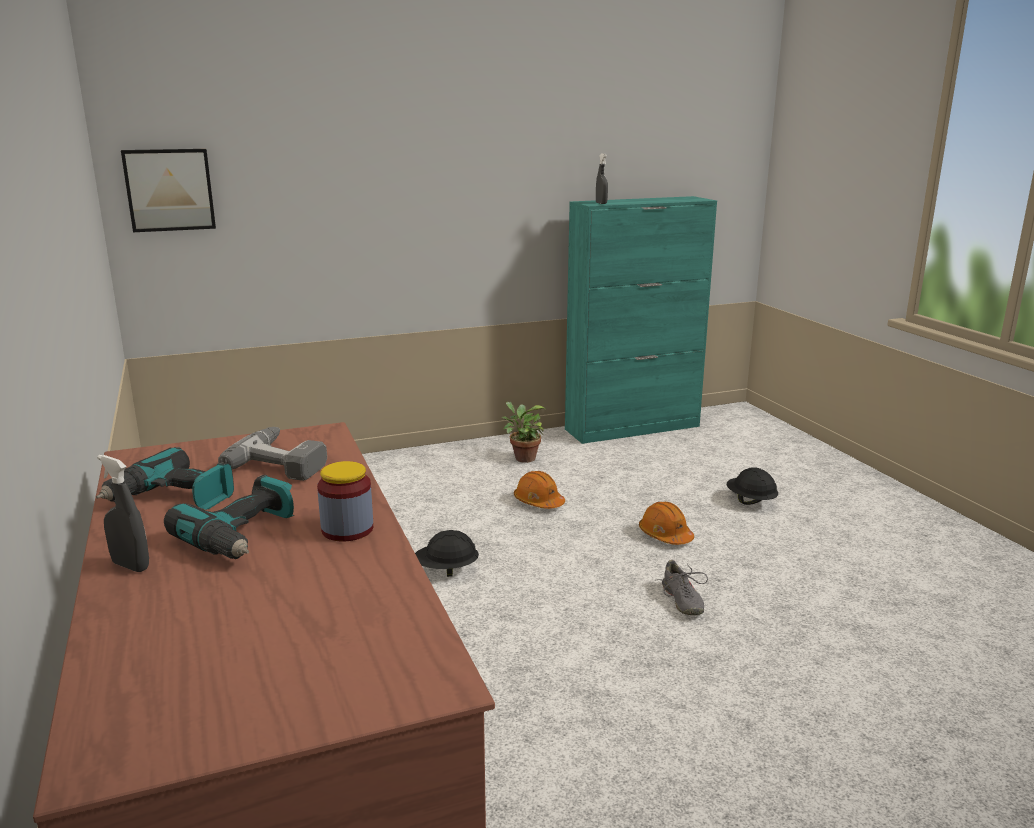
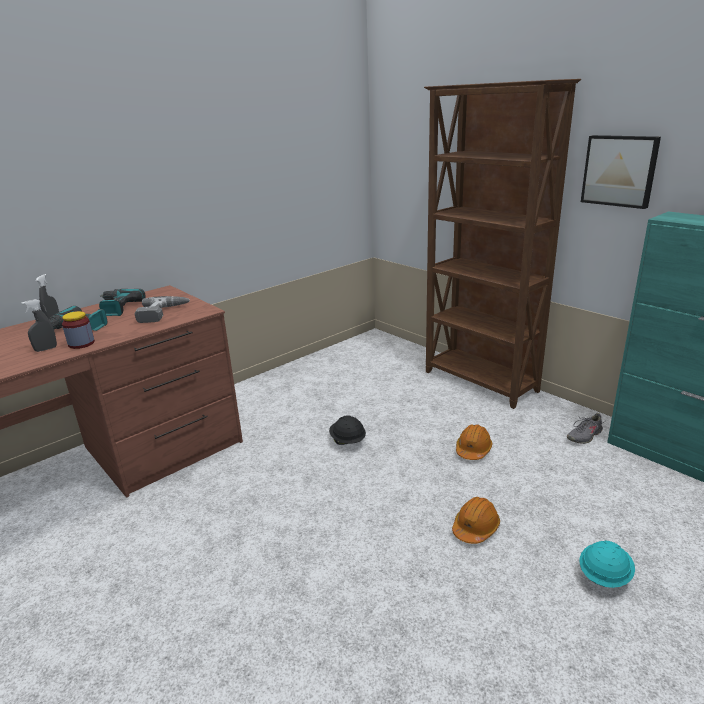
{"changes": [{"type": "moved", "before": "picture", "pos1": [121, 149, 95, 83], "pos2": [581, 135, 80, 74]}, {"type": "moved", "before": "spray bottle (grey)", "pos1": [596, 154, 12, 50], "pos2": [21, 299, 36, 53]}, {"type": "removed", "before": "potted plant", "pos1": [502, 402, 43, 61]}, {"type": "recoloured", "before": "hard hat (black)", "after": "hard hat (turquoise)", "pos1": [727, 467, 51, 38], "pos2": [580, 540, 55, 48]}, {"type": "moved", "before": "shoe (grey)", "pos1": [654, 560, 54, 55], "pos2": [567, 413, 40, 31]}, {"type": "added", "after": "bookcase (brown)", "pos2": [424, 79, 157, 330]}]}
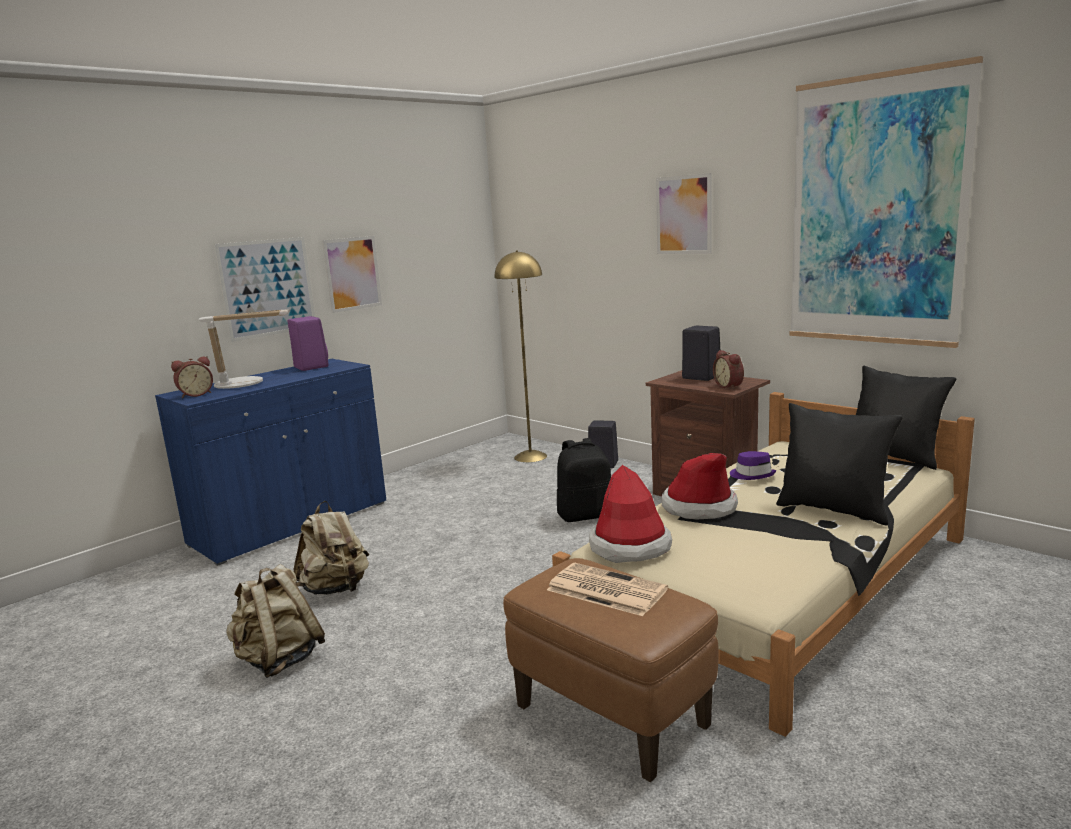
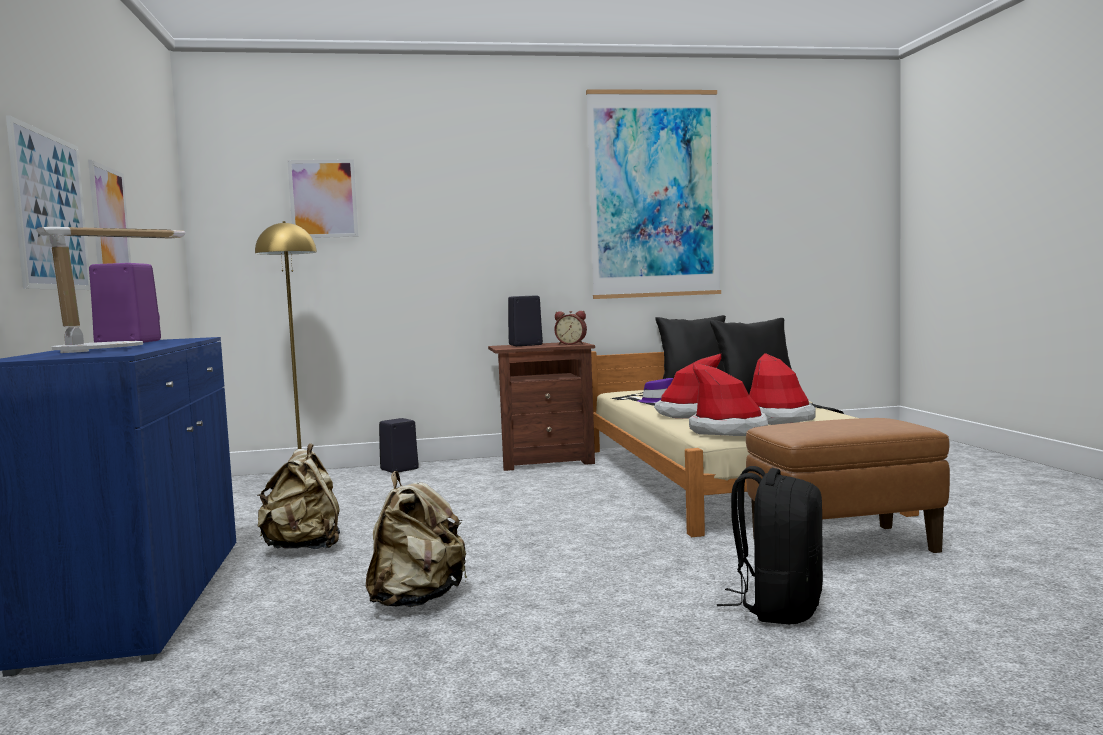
{"changes": [{"type": "moved", "before": "picture", "pos1": [656, 173, 56, 81], "pos2": [287, 159, 71, 79]}, {"type": "removed", "before": "alarm clock", "pos1": [171, 356, 42, 42]}, {"type": "moved", "before": "backpack (black)", "pos1": [557, 438, 54, 84], "pos2": [717, 466, 106, 159]}, {"type": "removed", "before": "newspaper", "pos1": [547, 563, 121, 53]}, {"type": "moved", "before": "backpack (beige)", "pos1": [226, 564, 99, 114], "pos2": [257, 443, 83, 106]}, {"type": "added", "after": "hat", "pos2": [749, 353, 66, 72]}]}
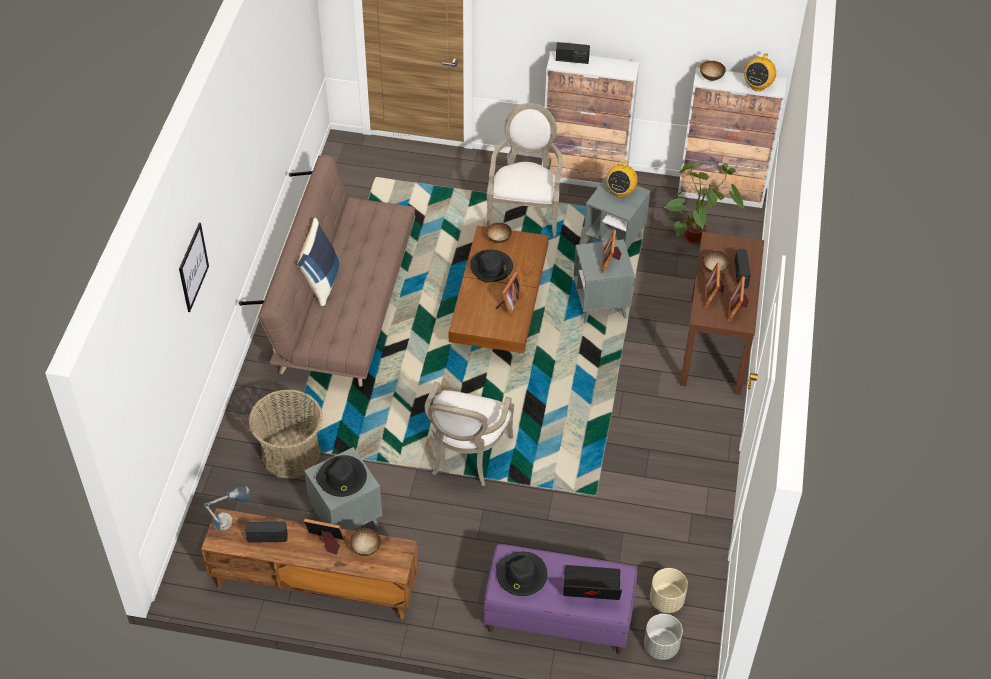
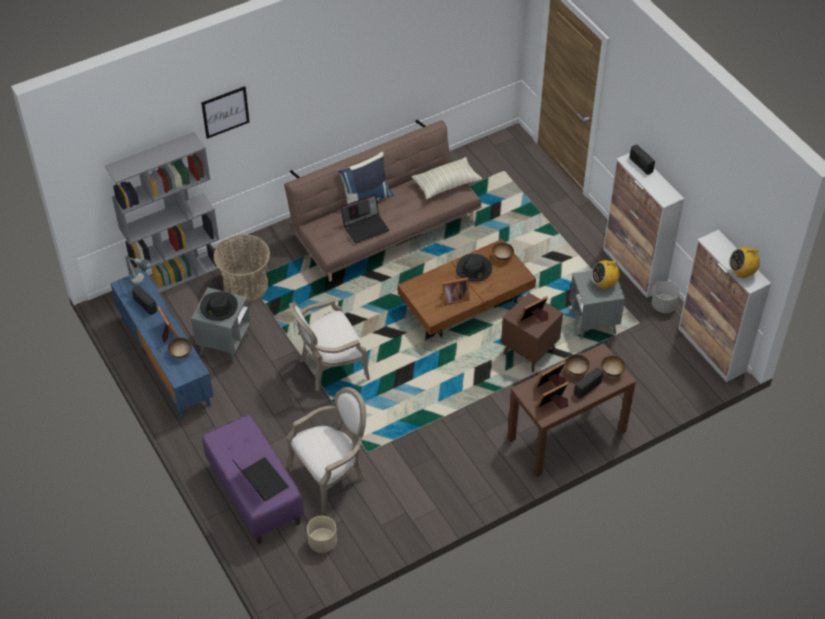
{"changes": [{"type": "moved", "before": "bowl", "pos1": [700, 61, 26, 20], "pos2": [601, 356, 25, 21]}, {"type": "moved", "before": "armchair", "pos1": [487, 103, 76, 135], "pos2": [287, 387, 79, 127]}, {"type": "removed", "before": "potted plant", "pos1": [664, 161, 81, 83]}, {"type": "recoloured", "before": "side table (grey)", "after": "side table (brown)", "pos1": [573, 239, 62, 84], "pos2": [501, 292, 62, 80]}, {"type": "recoloured", "before": "tv stand (brown)", "after": "tv stand (blue)", "pos1": [201, 508, 217, 112], "pos2": [111, 270, 102, 149]}, {"type": "removed", "before": "hat (black)", "pos1": [496, 552, 51, 44]}, {"type": "moved", "before": "planter (grey)", "pos1": [644, 614, 39, 46], "pos2": [652, 281, 28, 32]}, {"type": "added", "after": "bookcase (grey)", "pos2": [105, 132, 114, 161]}, {"type": "added", "after": "pillow", "pos2": [412, 157, 70, 42]}, {"type": "added", "after": "laptop", "pos2": [341, 194, 48, 49]}]}
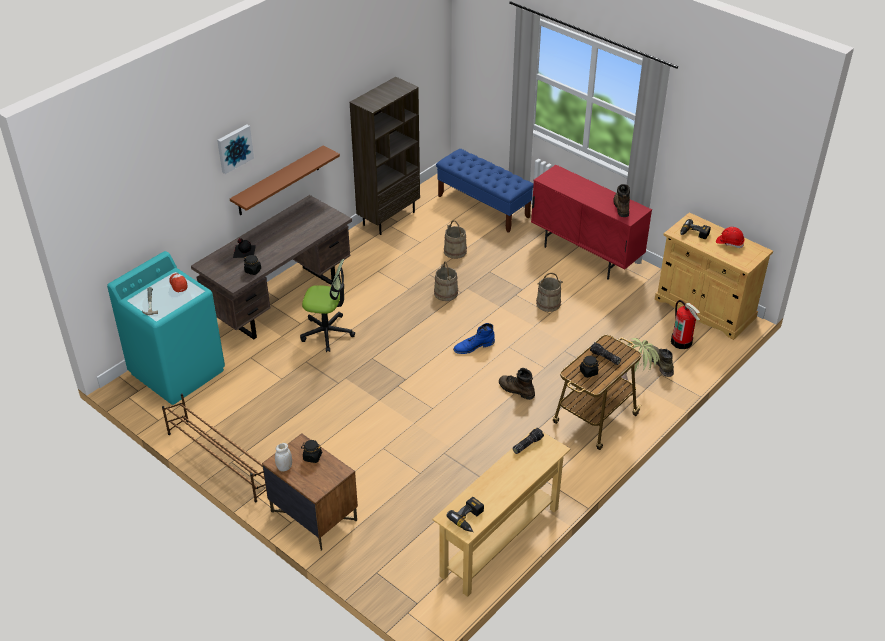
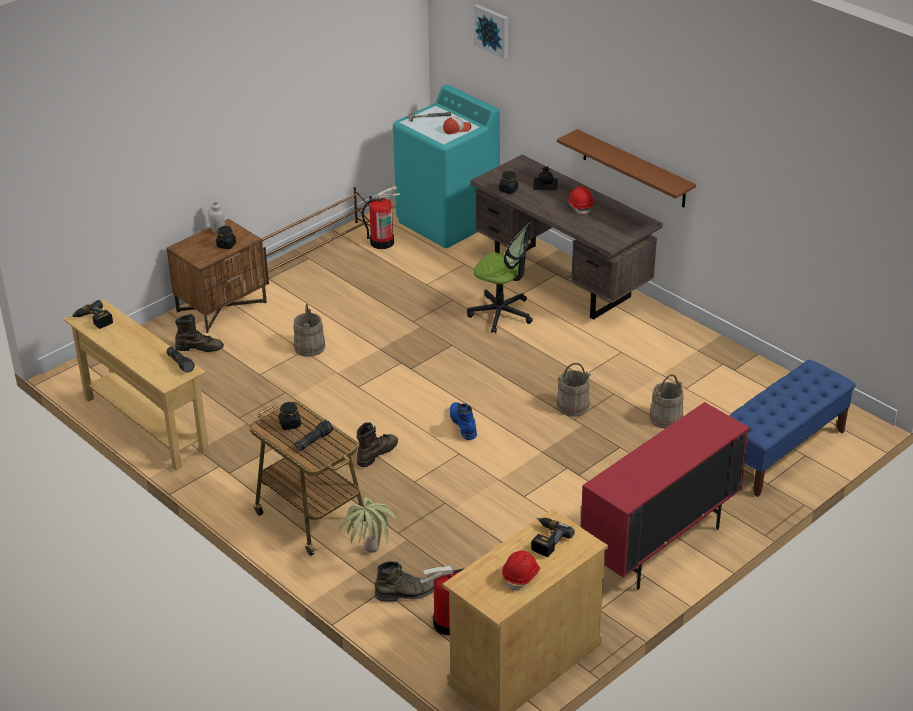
{"changes": [{"type": "removed", "before": "bookcase (brown)", "pos1": [350, 77, 70, 158]}, {"type": "moved", "before": "picture", "pos1": [217, 124, 37, 50], "pos2": [474, 4, 34, 55]}, {"type": "moved", "before": "boot (brown)", "pos1": [613, 184, 17, 33], "pos2": [175, 314, 49, 38]}, {"type": "turned", "before": "office chair", "pos1": [300, 259, 55, 93], "pos2": [467, 222, 66, 111], "turn": -75}, {"type": "moved", "before": "bucket (beige)", "pos1": [536, 273, 27, 39], "pos2": [294, 304, 31, 53]}, {"type": "added", "after": "fire extinguisher", "pos2": [362, 186, 39, 63]}, {"type": "added", "after": "hard hat (red)", "pos2": [567, 186, 27, 29]}]}
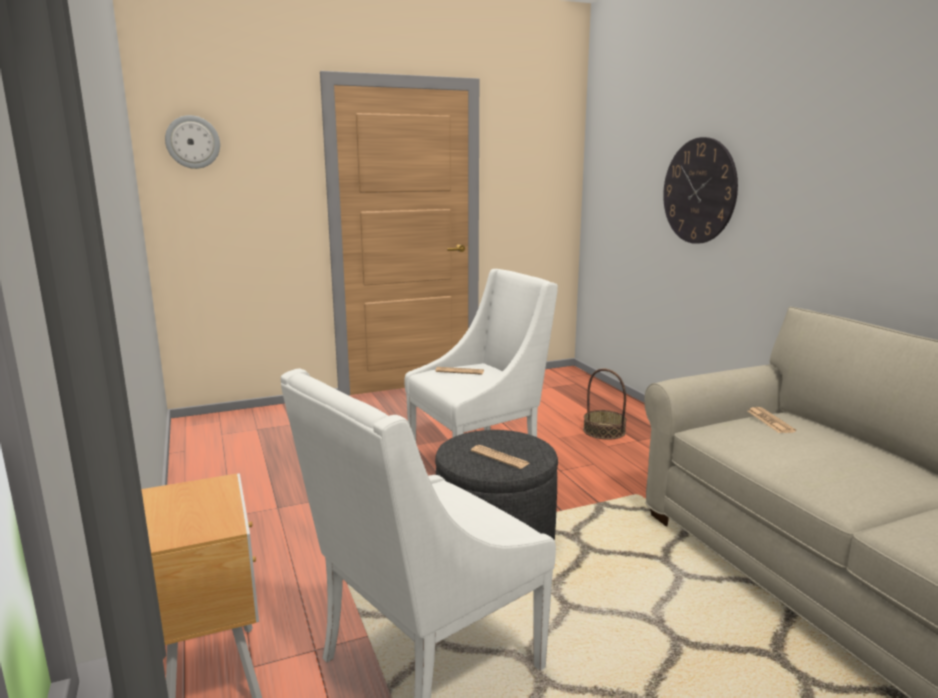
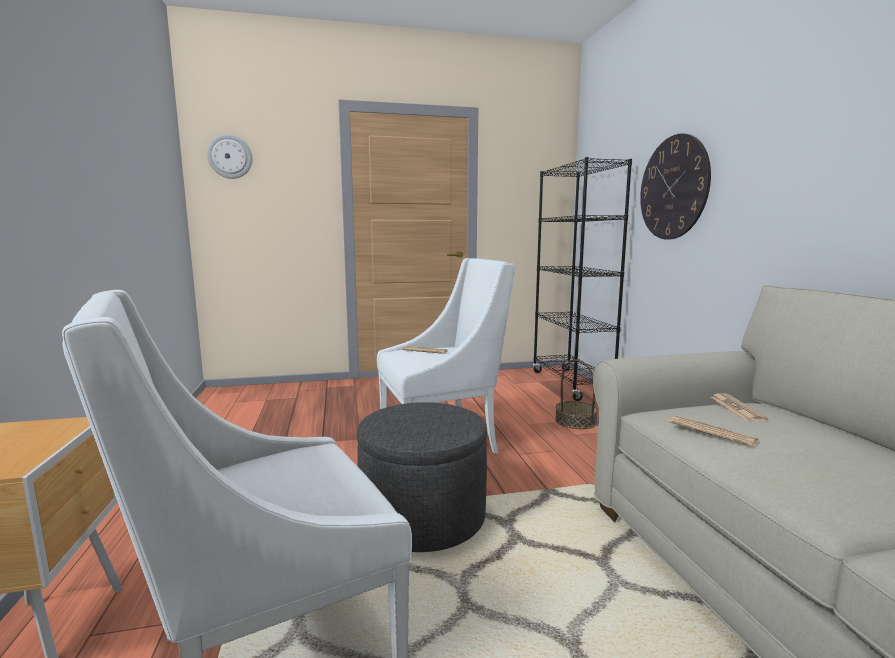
{"changes": [{"type": "moved", "before": "newspaper", "pos1": [471, 445, 59, 24], "pos2": [669, 415, 89, 32]}, {"type": "added", "after": "bookcase (black)", "pos2": [532, 157, 100, 244]}]}
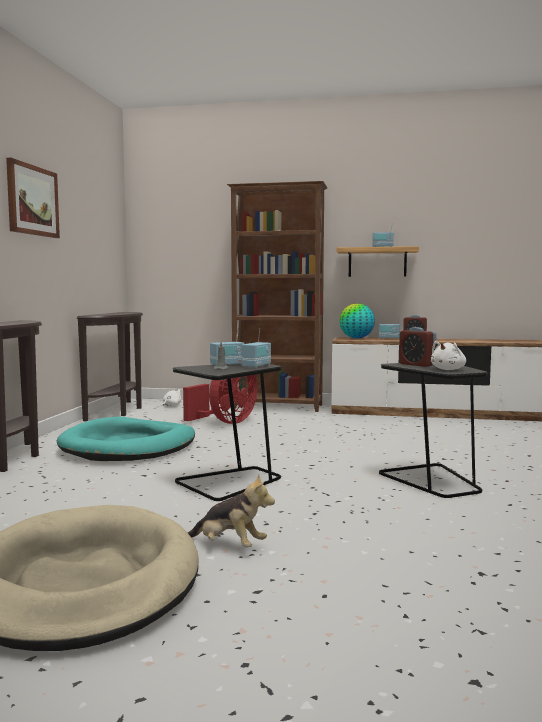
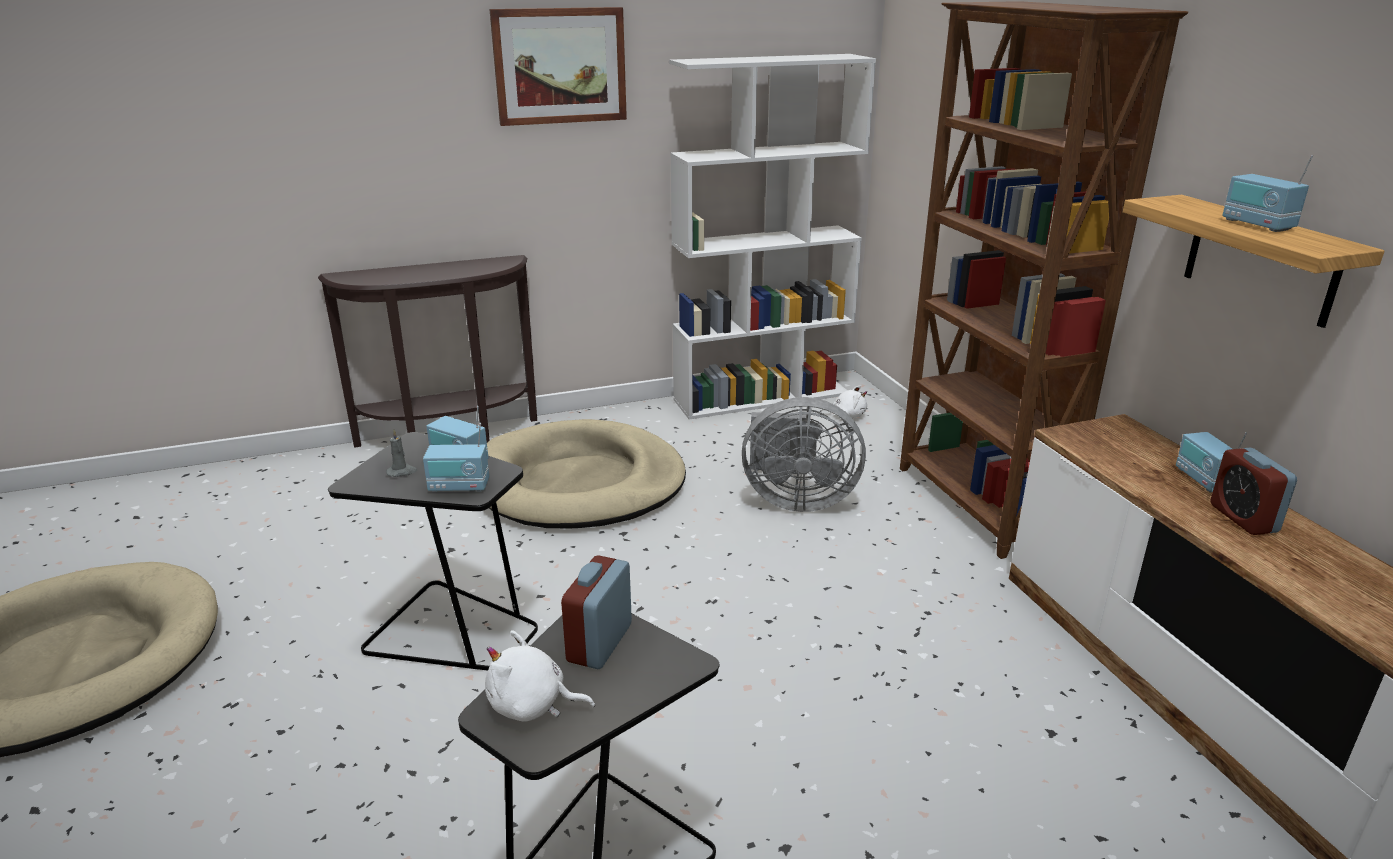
{"changes": [{"type": "removed", "before": "globe", "pos1": [340, 303, 35, 35]}, {"type": "replaced", "before": "console table (brown)", "after": "bookcase (white)", "pos1": [77, 312, 66, 109], "pos2": [669, 54, 207, 366]}, {"type": "recoloured", "before": "fan (red)", "after": "fan (grey)", "pos1": [183, 375, 74, 49], "pos2": [742, 397, 124, 115]}, {"type": "recoloured", "before": "dog bed (turquoise)", "after": "dog bed (beige)", "pos1": [57, 416, 138, 45], "pos2": [487, 419, 199, 110]}, {"type": "removed", "before": "plush toy", "pos1": [188, 475, 87, 72]}]}
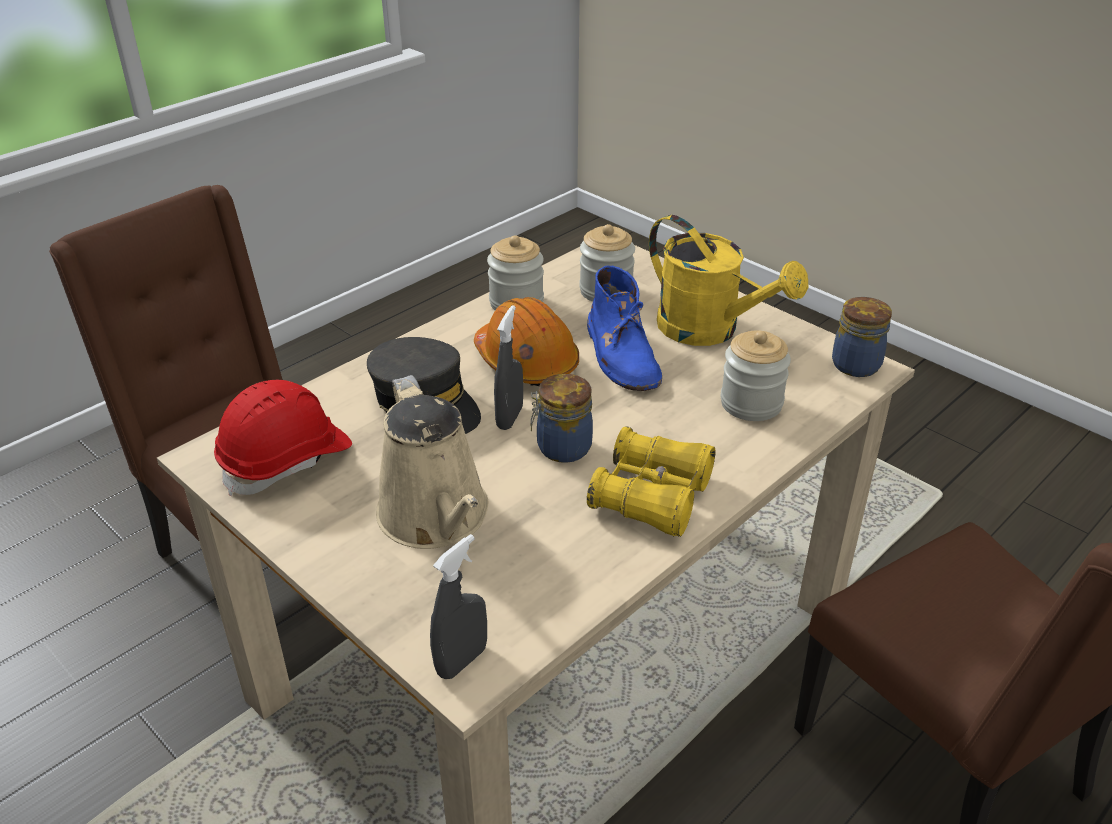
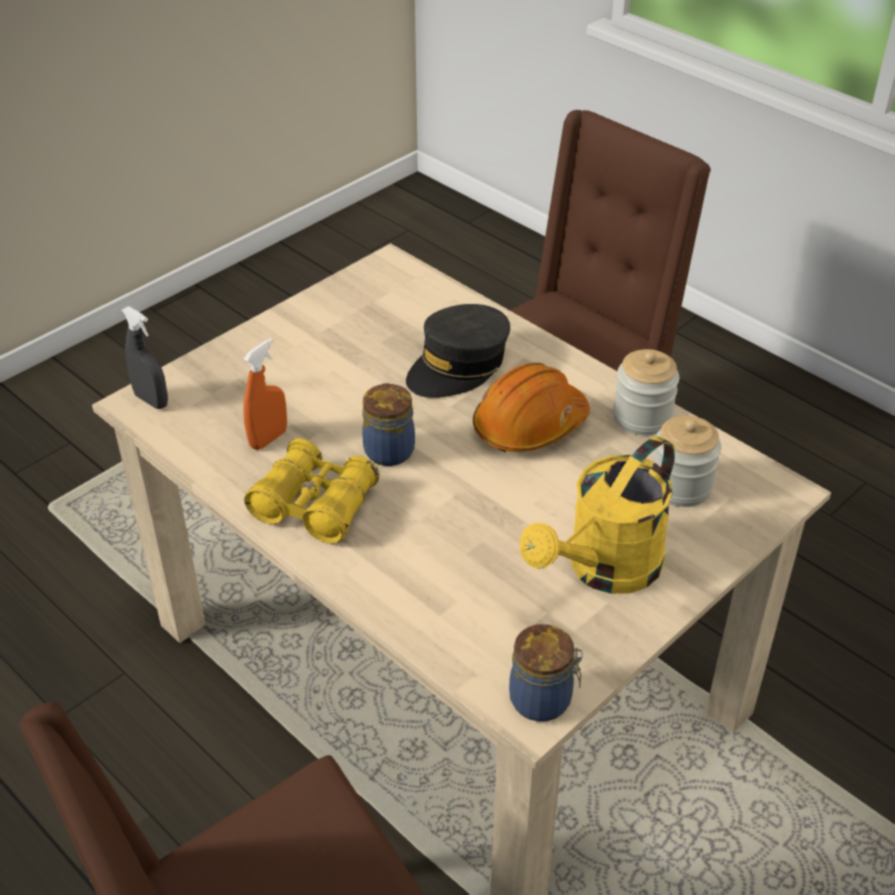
{"changes": [{"type": "removed", "before": "boot (blue)", "pos1": [587, 266, 75, 125]}, {"type": "removed", "before": "spray bottle (grey)", "pos1": [494, 305, 29, 125]}, {"type": "removed", "before": "jar", "pos1": [721, 330, 70, 91]}, {"type": "removed", "before": "watering can (beige)", "pos1": [376, 375, 112, 174]}, {"type": "removed", "before": "hard hat (red)", "pos1": [214, 380, 138, 116]}, {"type": "added", "after": "spray bottle (orange)", "pos2": [243, 338, 44, 112]}]}
